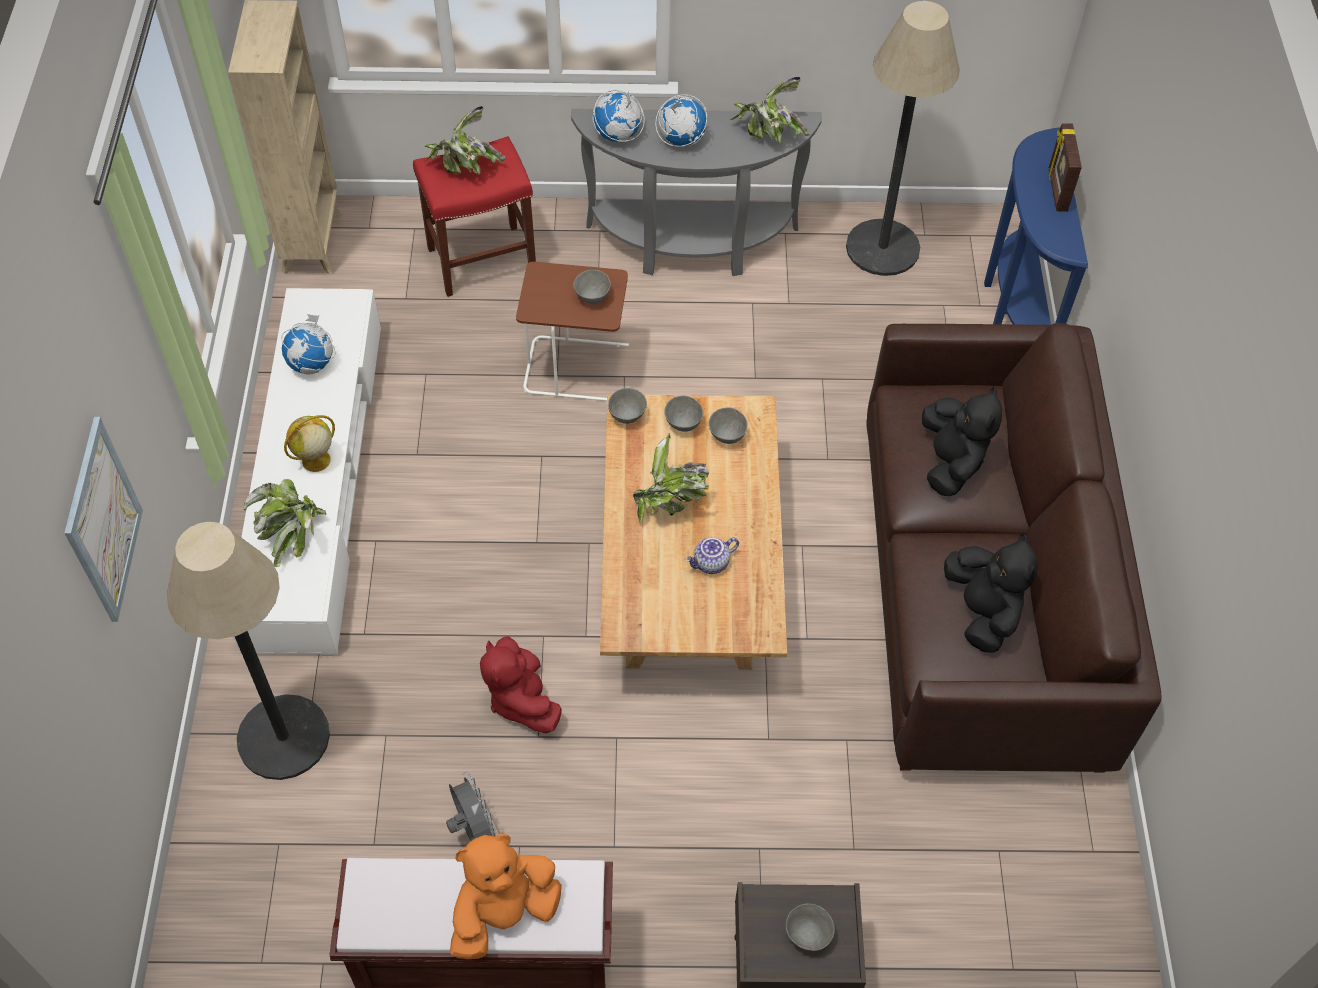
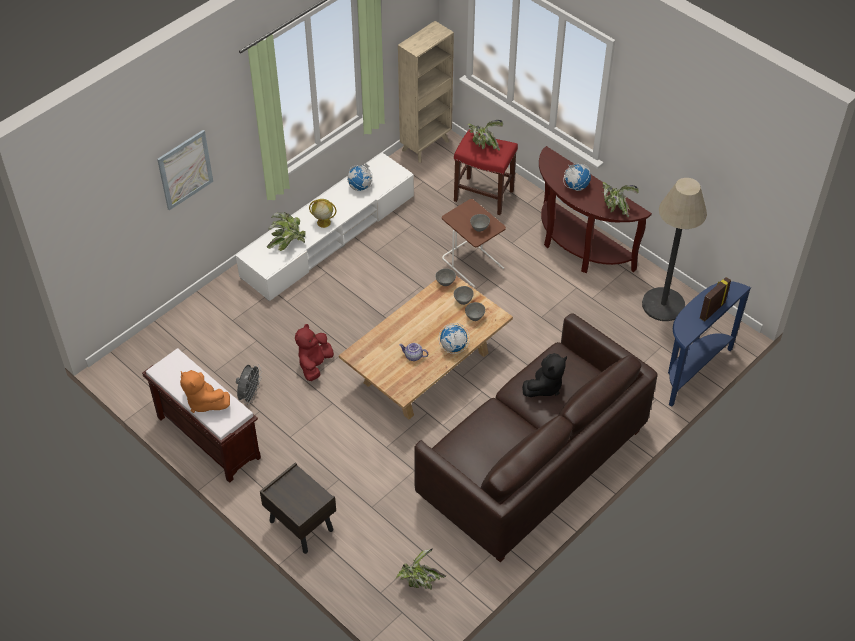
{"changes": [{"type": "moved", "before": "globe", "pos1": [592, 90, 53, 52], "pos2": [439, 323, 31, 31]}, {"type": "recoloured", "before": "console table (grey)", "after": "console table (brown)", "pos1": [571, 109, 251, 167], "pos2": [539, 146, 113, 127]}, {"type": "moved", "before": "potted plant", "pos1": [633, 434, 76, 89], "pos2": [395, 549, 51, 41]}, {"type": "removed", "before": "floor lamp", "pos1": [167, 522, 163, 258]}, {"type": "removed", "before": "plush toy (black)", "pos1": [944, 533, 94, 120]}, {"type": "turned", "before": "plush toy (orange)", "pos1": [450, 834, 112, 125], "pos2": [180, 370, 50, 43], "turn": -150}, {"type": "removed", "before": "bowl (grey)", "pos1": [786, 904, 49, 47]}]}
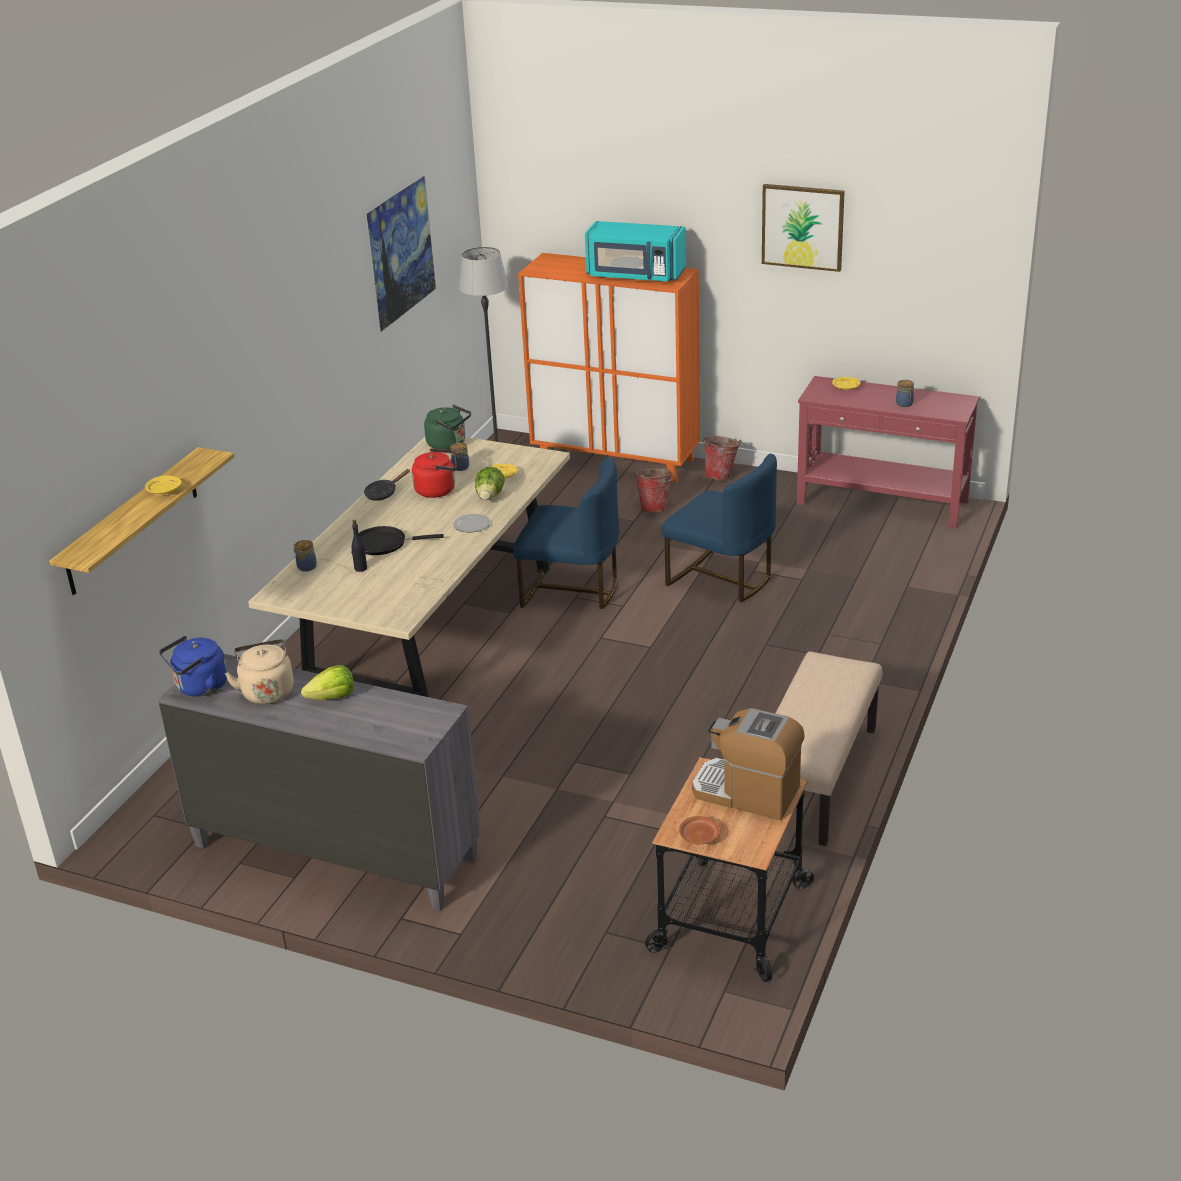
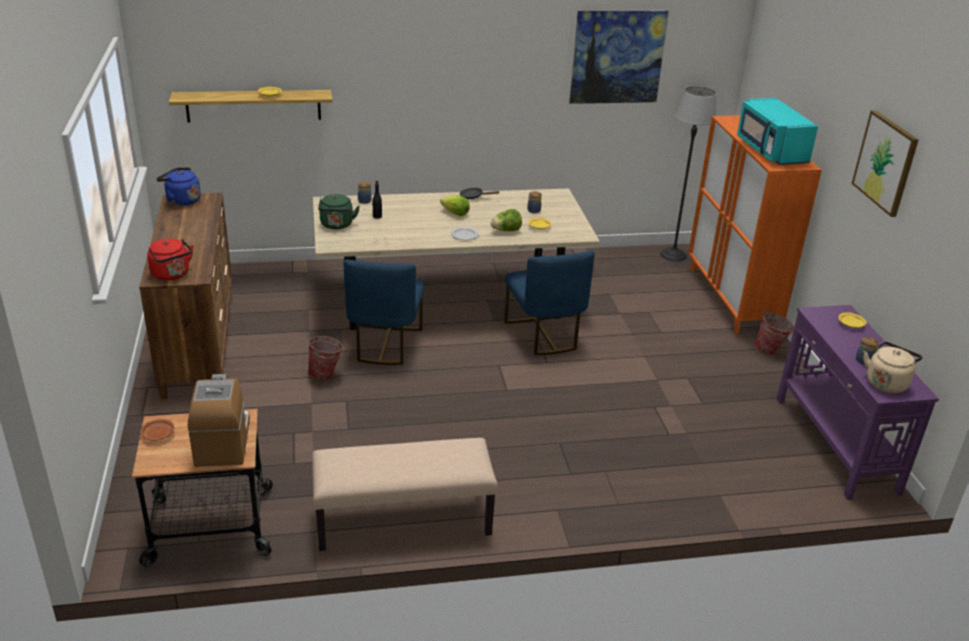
{"changes": [{"type": "recoloured", "before": "console table (red)", "after": "console table (purple)", "pos1": [797, 376, 183, 153], "pos2": [777, 305, 162, 195]}, {"type": "moved", "before": "kettle (green)", "pos1": [424, 404, 47, 46], "pos2": [318, 194, 42, 35]}, {"type": "moved", "before": "kettle (red)", "pos1": [412, 448, 45, 50], "pos2": [147, 239, 47, 42]}, {"type": "moved", "before": "chair (blue)", "pos1": [662, 454, 115, 148], "pos2": [343, 259, 82, 106]}, {"type": "moved", "before": "bucket", "pos1": [635, 466, 40, 47], "pos2": [307, 336, 38, 45]}, {"type": "removed", "before": "frying pan (black)", "pos1": [359, 526, 85, 29]}, {"type": "moved", "before": "kettle (beige)", "pos1": [225, 639, 69, 65], "pos2": [863, 341, 60, 52]}, {"type": "recoloured", "before": "dresser (grey)", "after": "dresser (brown)", "pos1": [158, 654, 323, 257], "pos2": [139, 193, 93, 206]}, {"type": "moved", "before": "lettuce", "pos1": [301, 665, 53, 35], "pos2": [440, 195, 30, 21]}]}
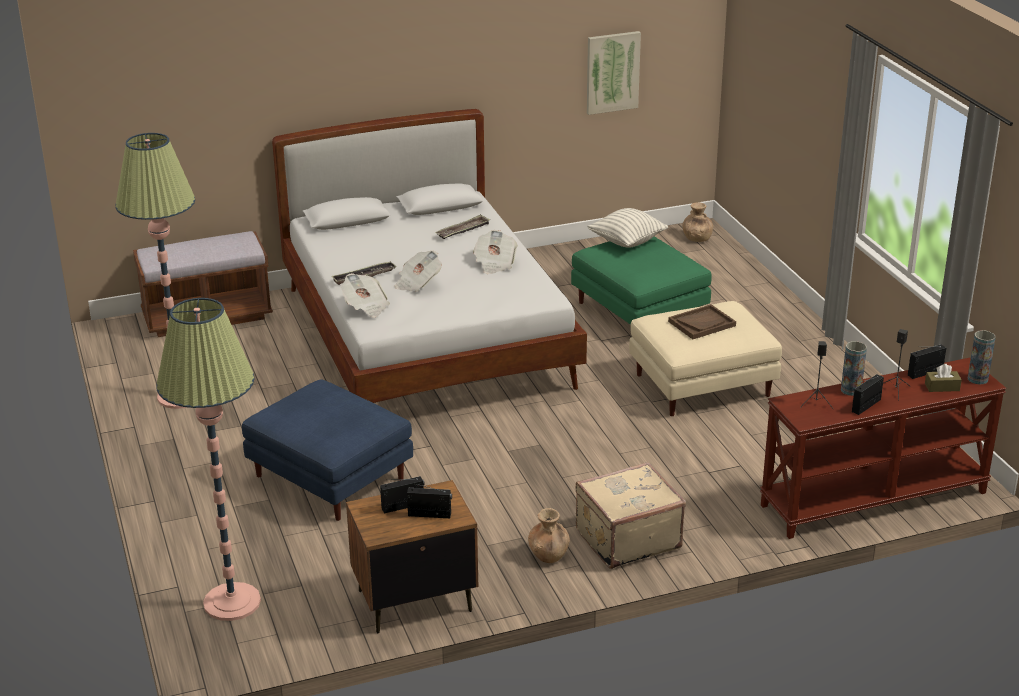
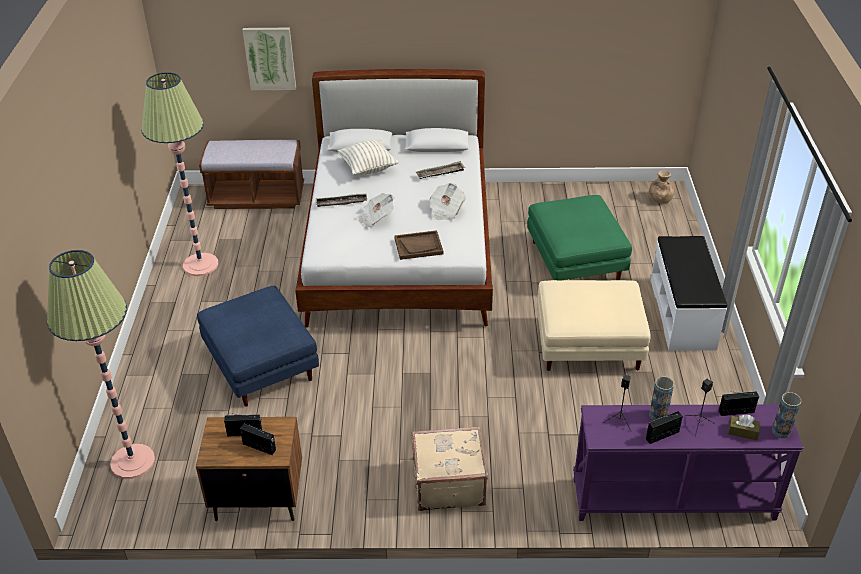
{"changes": [{"type": "moved", "before": "picture", "pos1": [587, 31, 54, 84], "pos2": [243, 28, 53, 63]}, {"type": "moved", "before": "pillow", "pos1": [587, 208, 81, 40], "pos2": [337, 139, 62, 36]}, {"type": "removed", "before": "newspaper", "pos1": [340, 273, 50, 45]}, {"type": "moved", "before": "tray (brown)", "pos1": [668, 304, 68, 35], "pos2": [394, 230, 49, 30]}, {"type": "recoloured", "before": "console table (brown)", "after": "console table (purple)", "pos1": [760, 358, 247, 181], "pos2": [573, 404, 231, 117]}, {"type": "removed", "before": "vase (brown)", "pos1": [528, 508, 42, 55]}, {"type": "added", "after": "bench (white)", "pos2": [651, 236, 76, 115]}]}
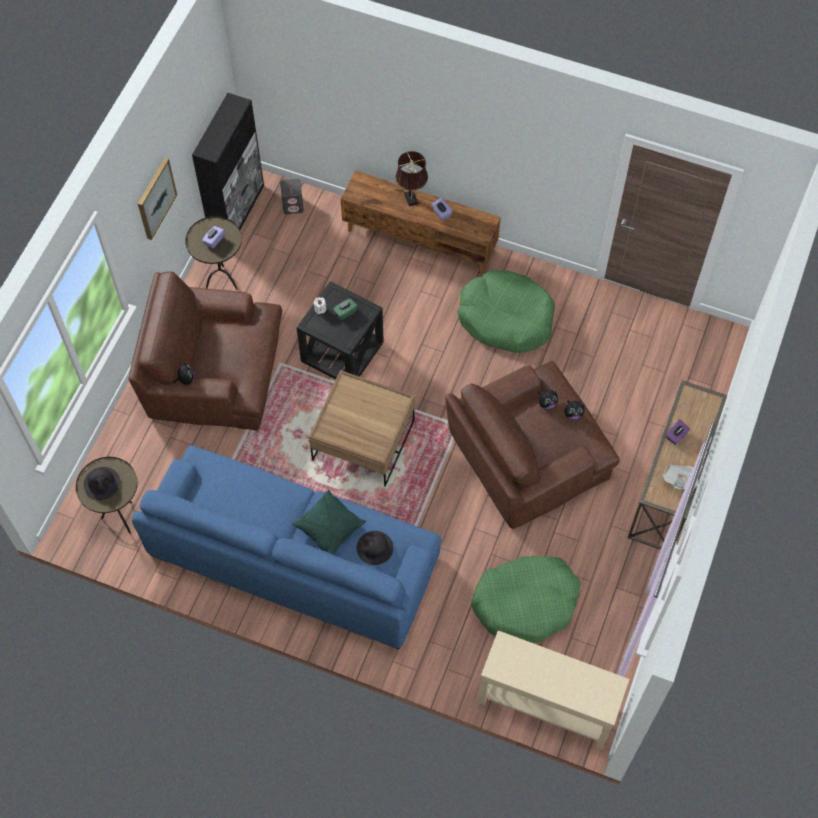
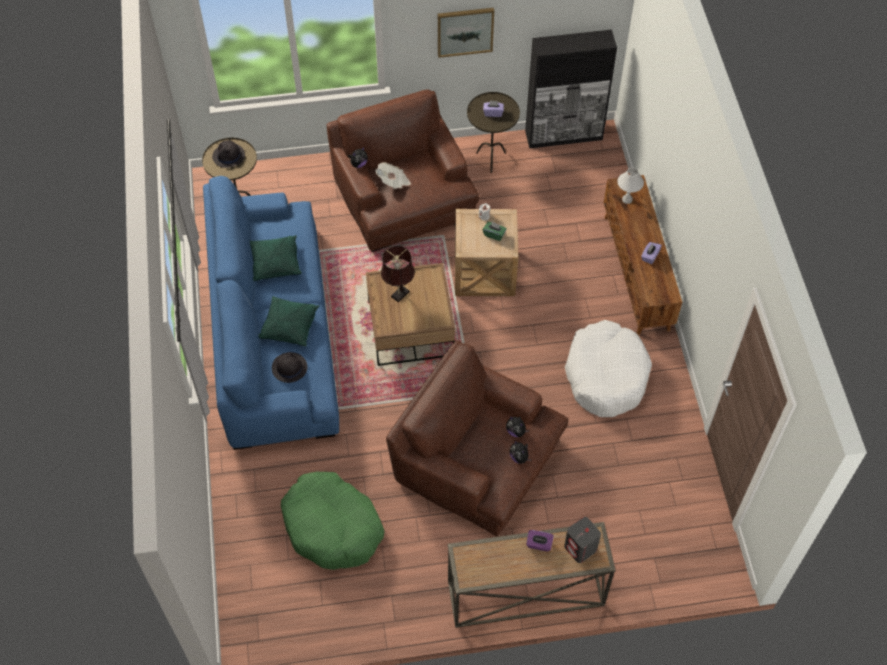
{"changes": [{"type": "moved", "before": "table lamp (brown)", "pos1": [395, 151, 33, 55], "pos2": [381, 246, 34, 56]}, {"type": "moved", "before": "speaker (grey)", "pos1": [280, 179, 24, 35], "pos2": [564, 517, 37, 46]}, {"type": "recoloured", "before": "dog bed (green)", "after": "dog bed (white)", "pos1": [458, 270, 97, 83], "pos2": [565, 320, 87, 97]}, {"type": "recoloured", "before": "side table (black)", "after": "side table (beige)", "pos1": [296, 281, 88, 99], "pos2": [455, 209, 63, 87]}, {"type": "moved", "before": "newspaper", "pos1": [662, 464, 38, 25], "pos2": [375, 162, 36, 27]}, {"type": "removed", "before": "console table (beige)", "pos1": [478, 630, 151, 120]}, {"type": "added", "after": "table lamp (white)", "pos2": [617, 168, 27, 36]}, {"type": "added", "after": "pillow (green)", "pos2": [250, 235, 52, 46]}]}
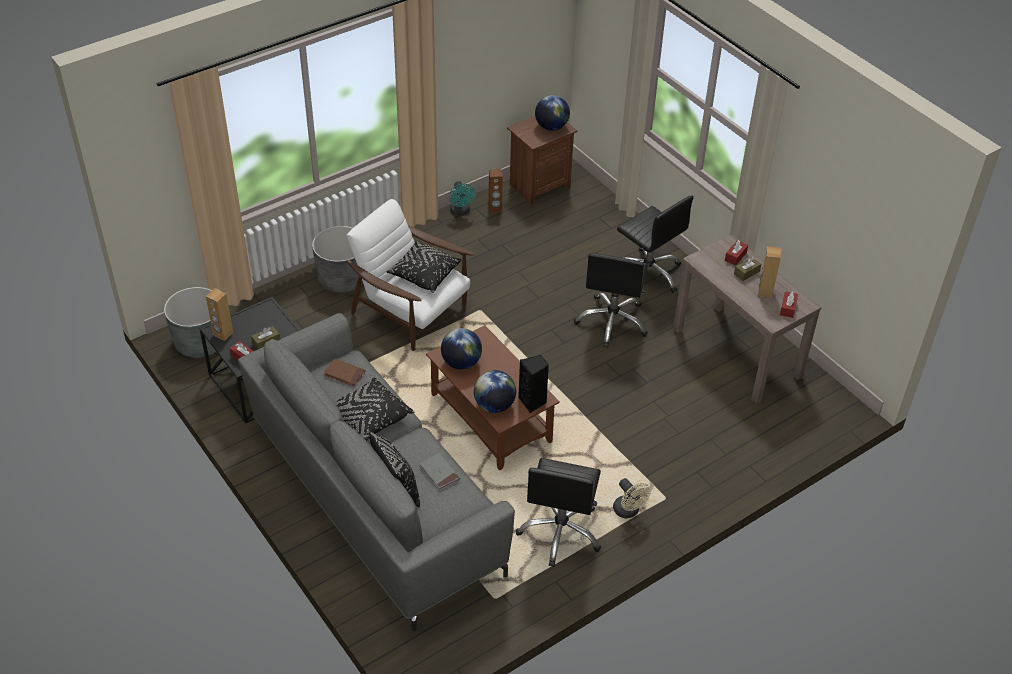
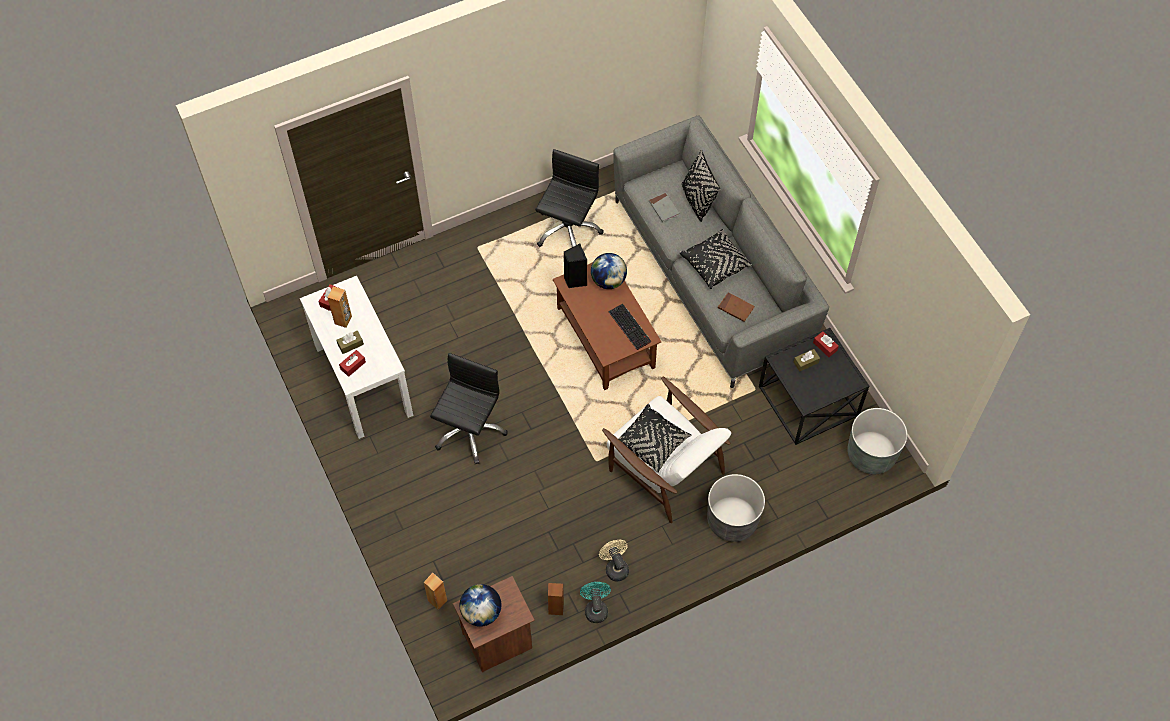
{"changes": [{"type": "removed", "before": "office chair (black)", "pos1": [617, 195, 77, 98]}, {"type": "recoloured", "before": "console table (brown)", "after": "console table (white)", "pos1": [673, 235, 149, 169], "pos2": [300, 276, 113, 163]}, {"type": "moved", "before": "speaker (brown)", "pos1": [206, 288, 28, 53], "pos2": [424, 573, 23, 37]}, {"type": "replaced", "before": "globe", "after": "keyboard", "pos1": [441, 328, 41, 41], "pos2": [608, 304, 43, 46]}, {"type": "moved", "before": "fan (beige)", "pos1": [613, 478, 38, 40], "pos2": [599, 540, 30, 42]}]}
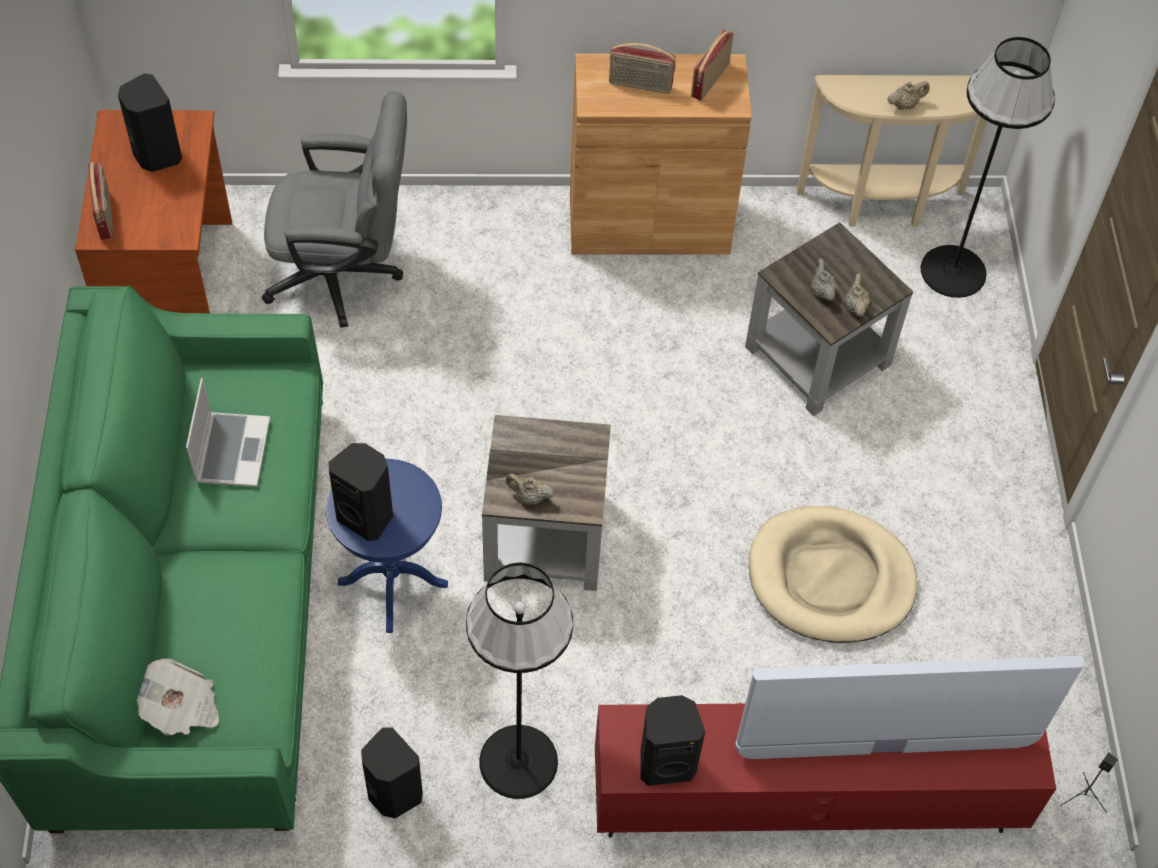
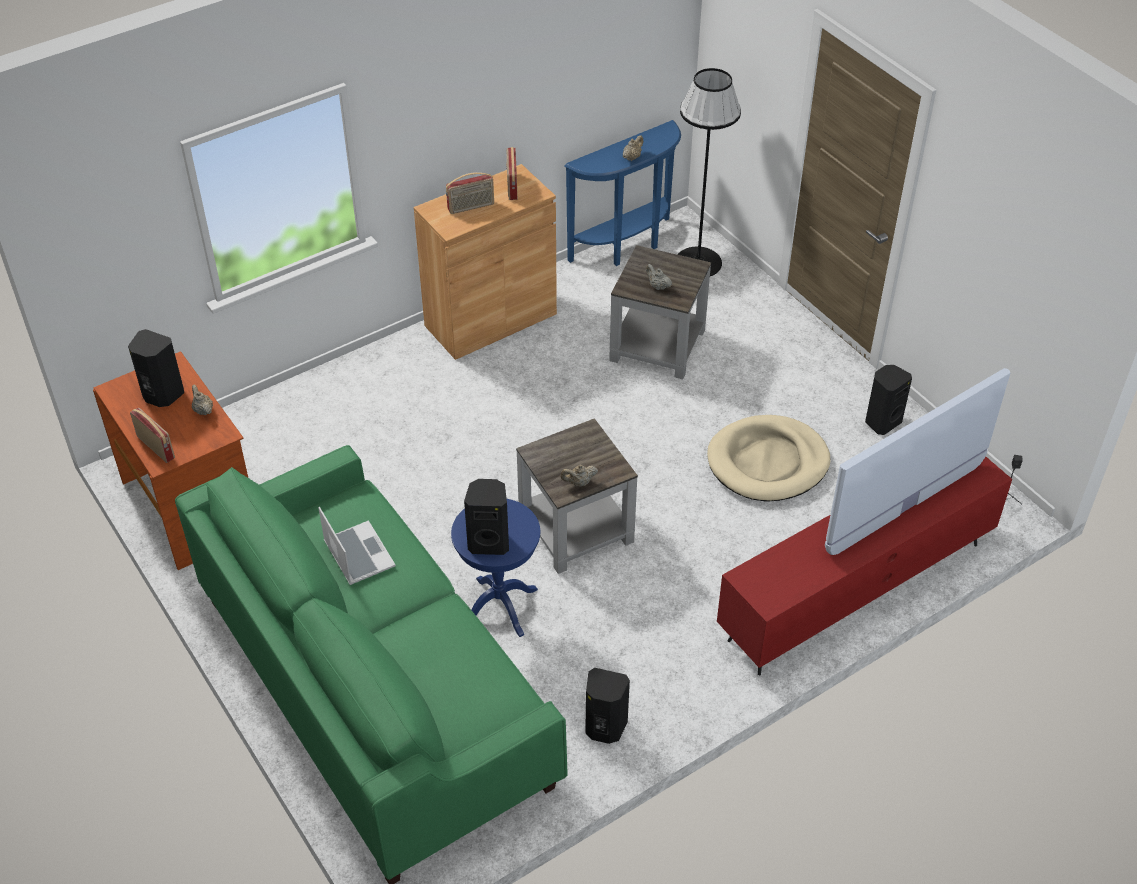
{"changes": [{"type": "recoloured", "before": "console table (beige)", "after": "console table (blue)", "pos1": [797, 75, 191, 152], "pos2": [564, 120, 117, 146]}, {"type": "removed", "before": "office chair (grey)", "pos1": [262, 91, 145, 237]}, {"type": "moved", "before": "teapot (beige)", "pos1": [844, 273, 26, 43], "pos2": [192, 385, 21, 30]}, {"type": "removed", "before": "floor lamp (black)", "pos1": [466, 563, 107, 236]}, {"type": "removed", "before": "newspaper", "pos1": [137, 658, 82, 78]}, {"type": "moved", "before": "speaker (black)", "pos1": [640, 695, 65, 91], "pos2": [865, 365, 47, 70]}]}
